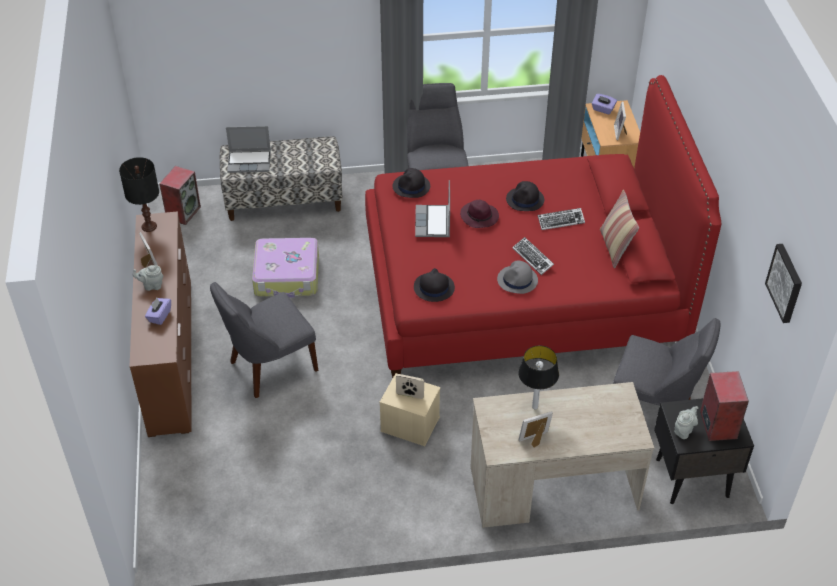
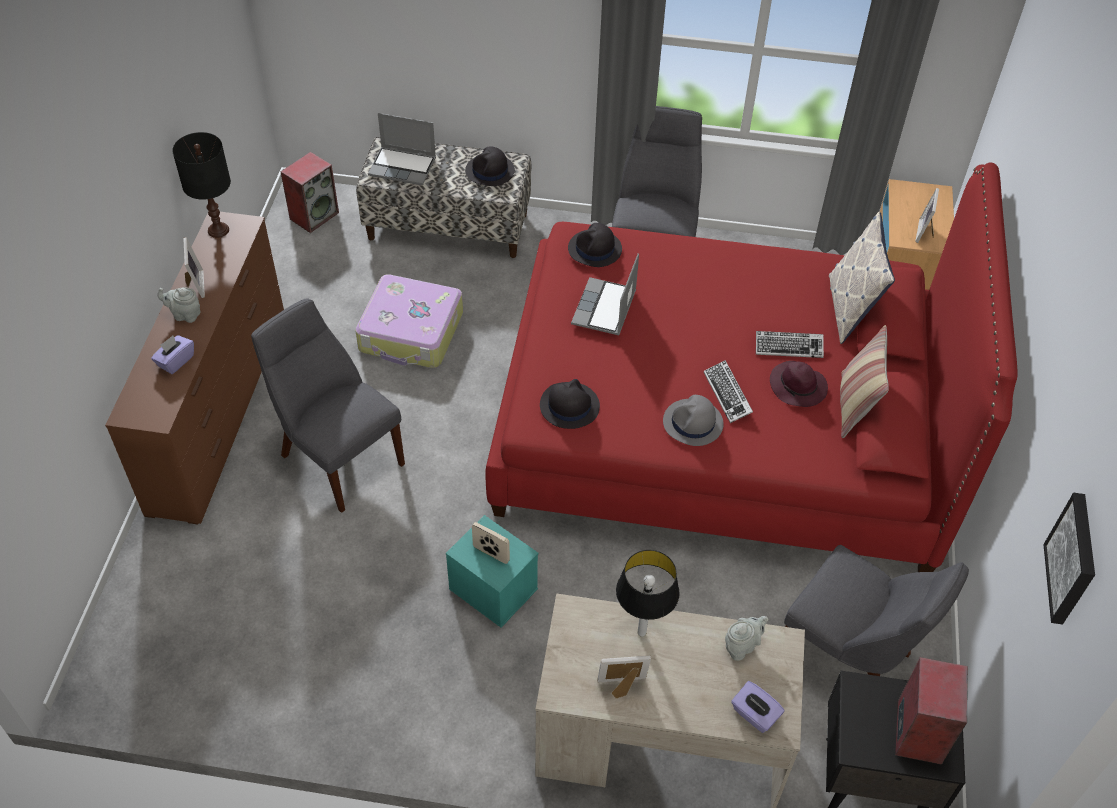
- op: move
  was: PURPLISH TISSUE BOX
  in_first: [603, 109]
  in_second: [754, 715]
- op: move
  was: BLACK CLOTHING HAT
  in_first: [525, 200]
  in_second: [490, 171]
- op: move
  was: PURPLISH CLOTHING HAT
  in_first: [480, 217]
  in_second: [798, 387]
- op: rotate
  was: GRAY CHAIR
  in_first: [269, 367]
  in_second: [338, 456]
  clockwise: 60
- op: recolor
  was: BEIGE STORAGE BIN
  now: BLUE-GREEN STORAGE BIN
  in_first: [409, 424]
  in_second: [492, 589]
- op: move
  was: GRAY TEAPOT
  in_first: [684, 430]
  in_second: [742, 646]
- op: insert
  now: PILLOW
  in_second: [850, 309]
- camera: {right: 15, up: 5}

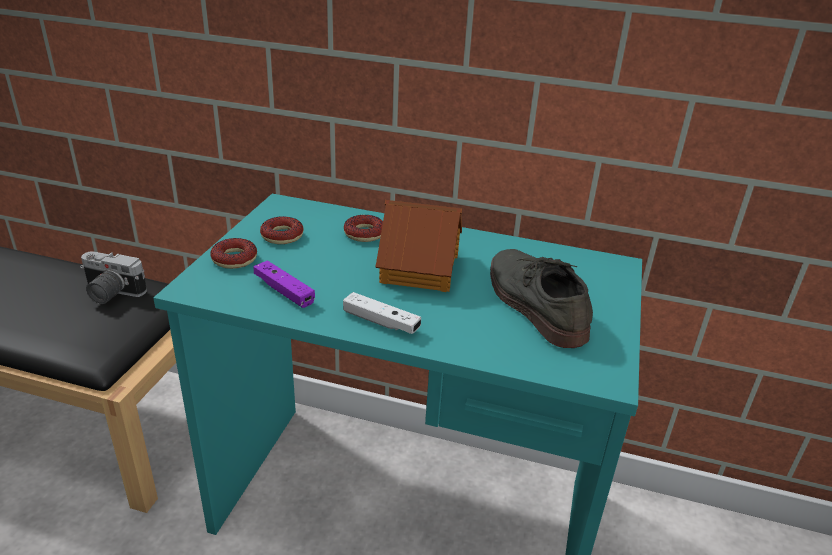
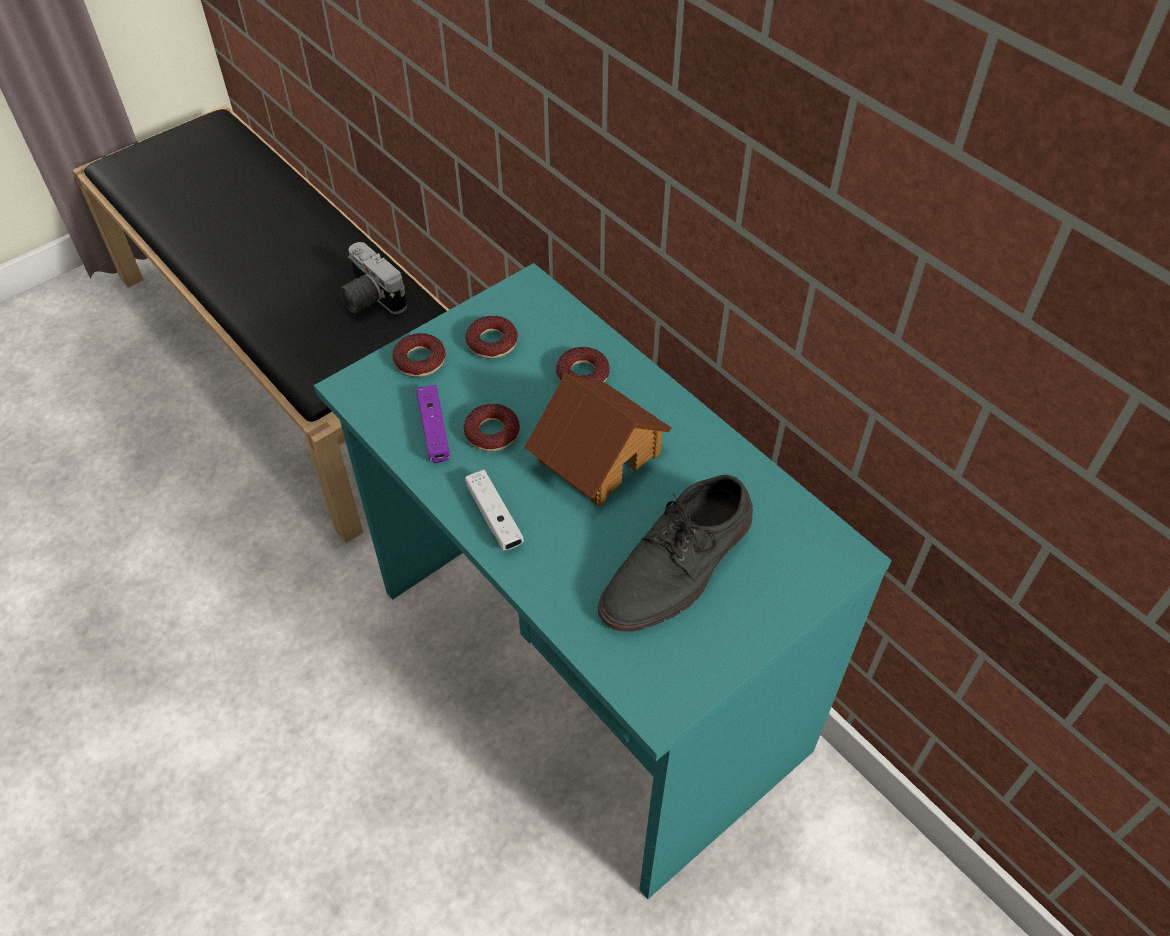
- op: rotate
  was: GRAY ITEM OF FOOTWEAR
  in_first: [533, 302]
  in_second: [679, 566]
  clockwise: -150
- op: insert
  now: DOUGHNUT
  in_second: [492, 433]
- camera: {right: 35, up: 20}

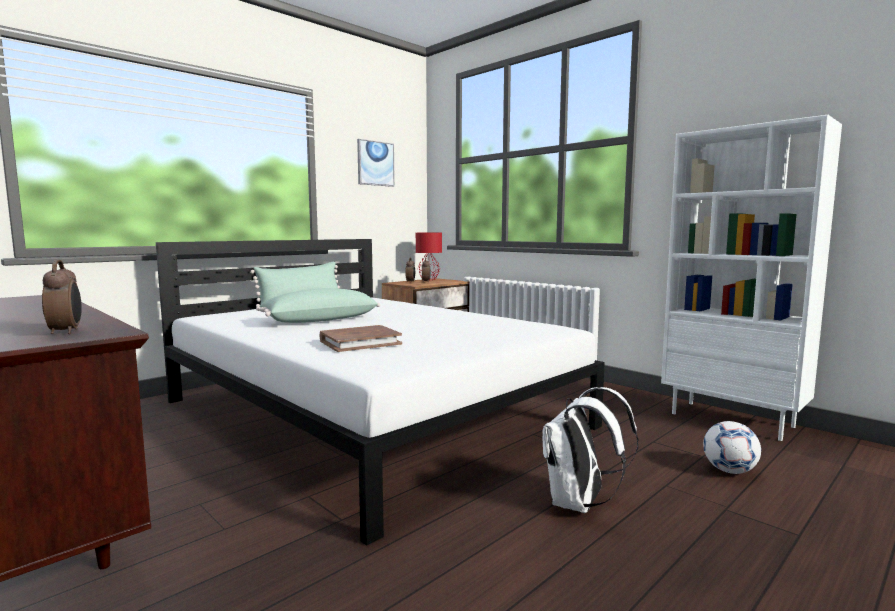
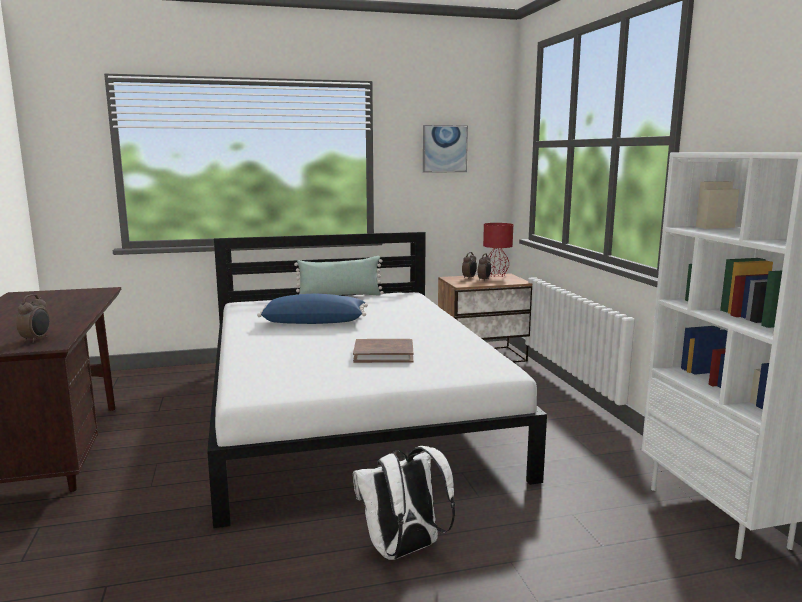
- op: recolor
  was: GREEN-COLOURED PILLOW
  now: BLUE PILLOW
  in_first: [319, 320]
  in_second: [314, 322]
- op: move
  was: BROWN-COLOURED BOOK
  in_first: [360, 342]
  in_second: [383, 354]
- op: delete
  was: FOOTBALL
  in_first: [729, 471]
- camera: {right: 30, up: 5}

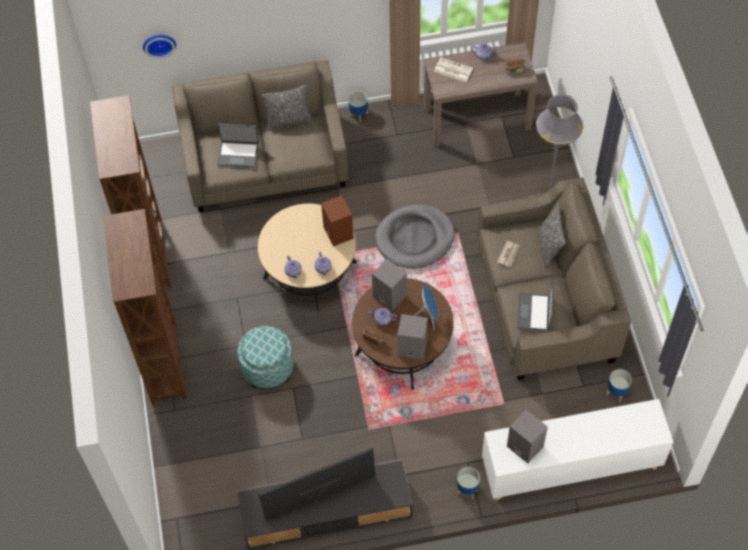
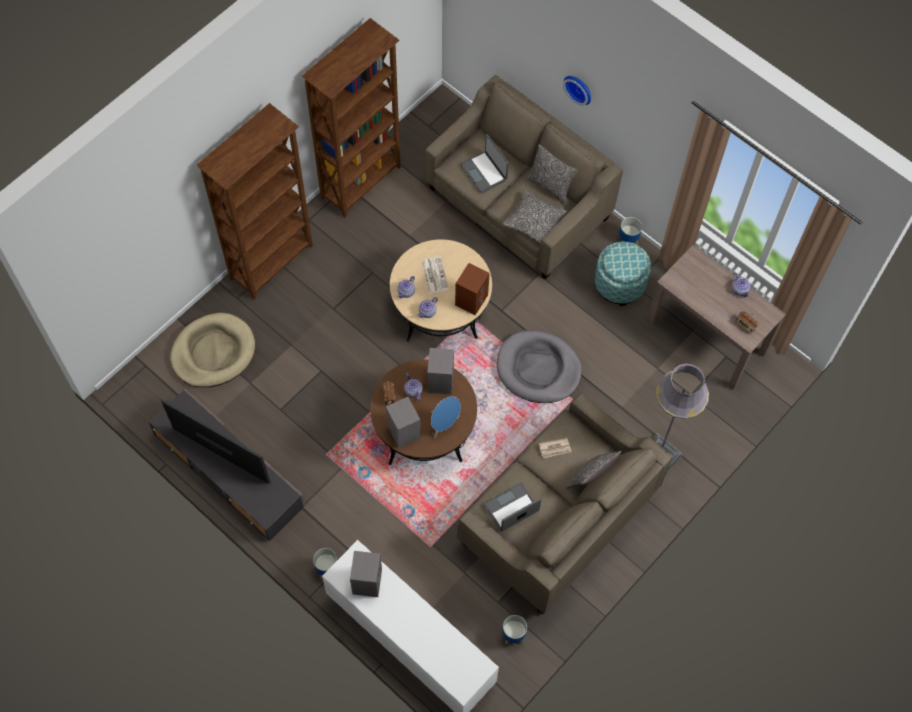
- op: move
  was: WALL CLOCK
  in_first: [159, 43]
  in_second: [579, 88]
- op: move
  was: PRINTED PAPER
  in_first: [452, 70]
  in_second: [434, 275]
- op: move
  was: FOOTREST
  in_first: [267, 367]
  in_second: [620, 283]
- op: insert
  now: PILLOW
  in_second: [534, 221]
- op: insert
  now: BEIGE DOG CUSHION
  in_second: [213, 352]
- camera: {right: 50, up: 5}

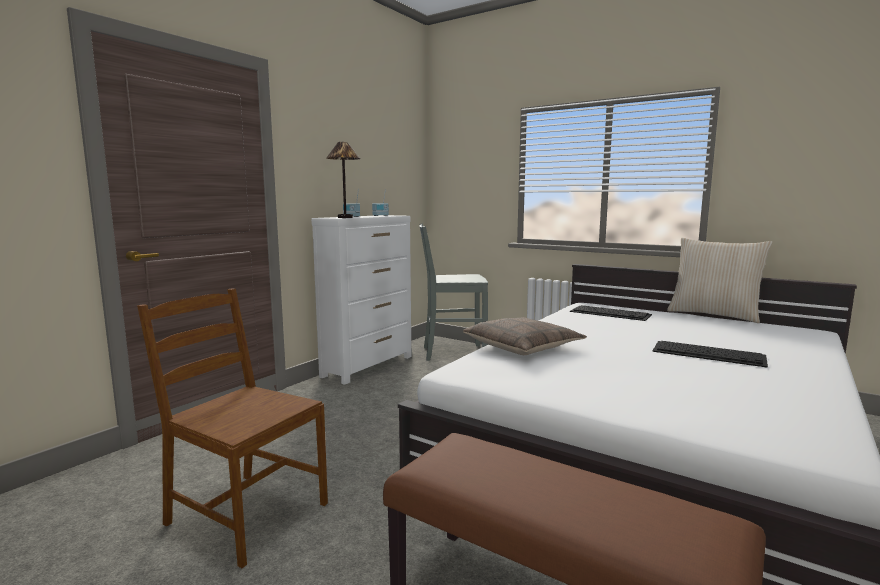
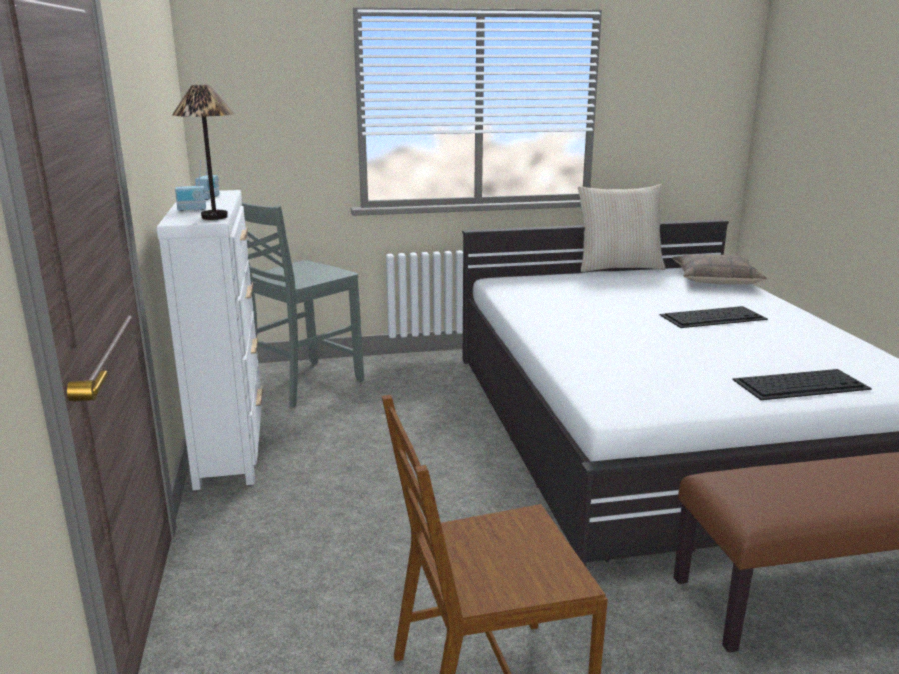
- op: move
  was: KEYBOARD
  in_first: [611, 313]
  in_second: [801, 384]
- op: move
  was: PILLOW
  in_first: [523, 347]
  in_second: [715, 279]
- camera: {right: -45, up: 10}

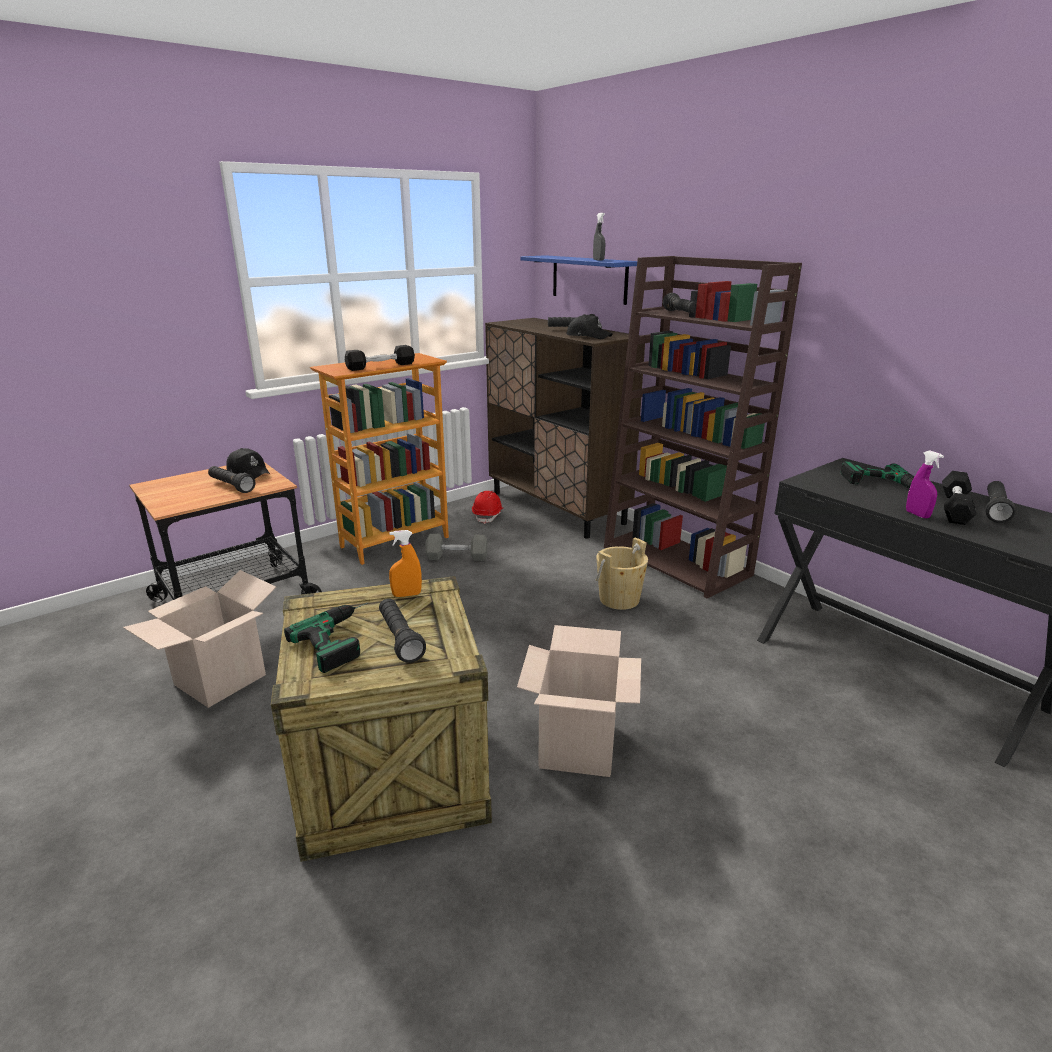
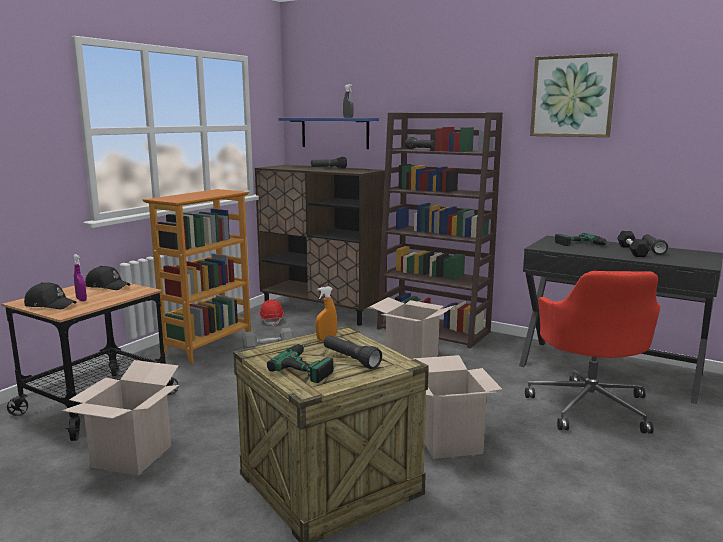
- op: move
  was: BLACK BASEBALL CAP
  in_first: [588, 336]
  in_second: [50, 305]
- op: delete
  was: BLACK FREE WEIGHT
  in_first: [380, 366]
- op: move
  was: PURPLISH HAND SPRAYER
  in_first: [917, 514]
  in_second: [81, 299]
- op: delete
  was: BLACK HAND TORCH
  in_first: [231, 486]
- op: replace
  was: BEIGE PAIL
  now: PACKING BOX
  in_first: [619, 599]
  in_second: [412, 357]
- op: insert
  now: WALL ART
  in_second: [572, 96]
- op: insert
  now: REDDISH OFFICE CHAIR
  in_second: [590, 406]
- camera: {right: -20, up: -10}

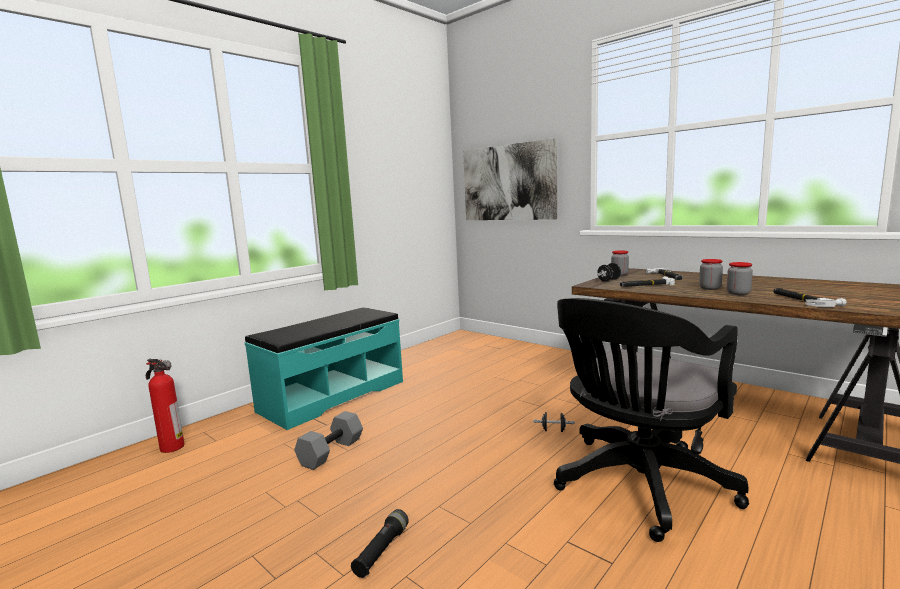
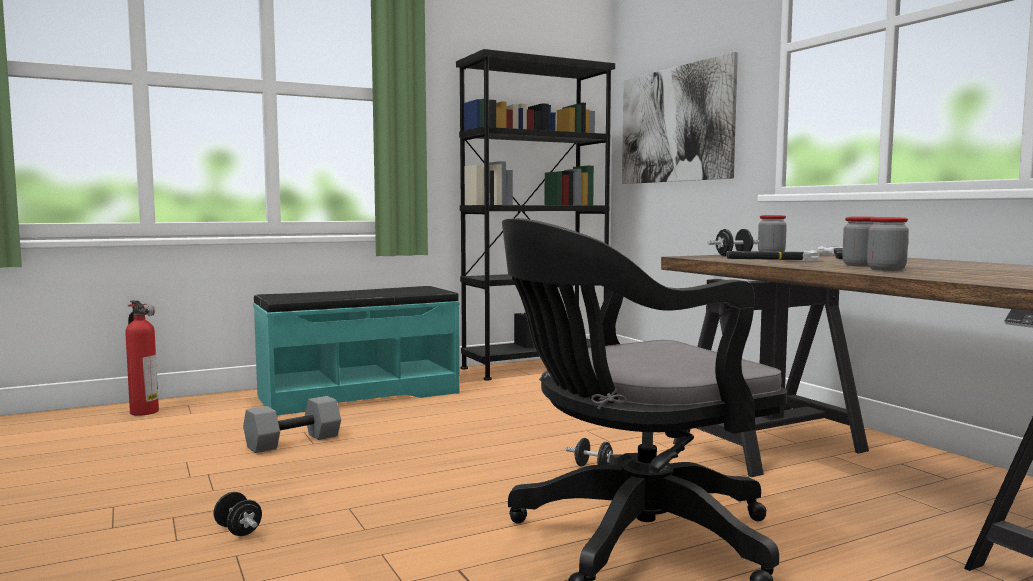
- op: delete
  was: TOOL HAMMER
  in_first: [802, 300]
- op: replace
  was: BLACK HAND TORCH
  now: BLACK FREE WEIGHT
  in_first: [381, 551]
  in_second: [238, 530]
- op: insert
  now: BLACK BOOKCASE
  in_second: [535, 367]
- camera: {right: 20, up: -5}

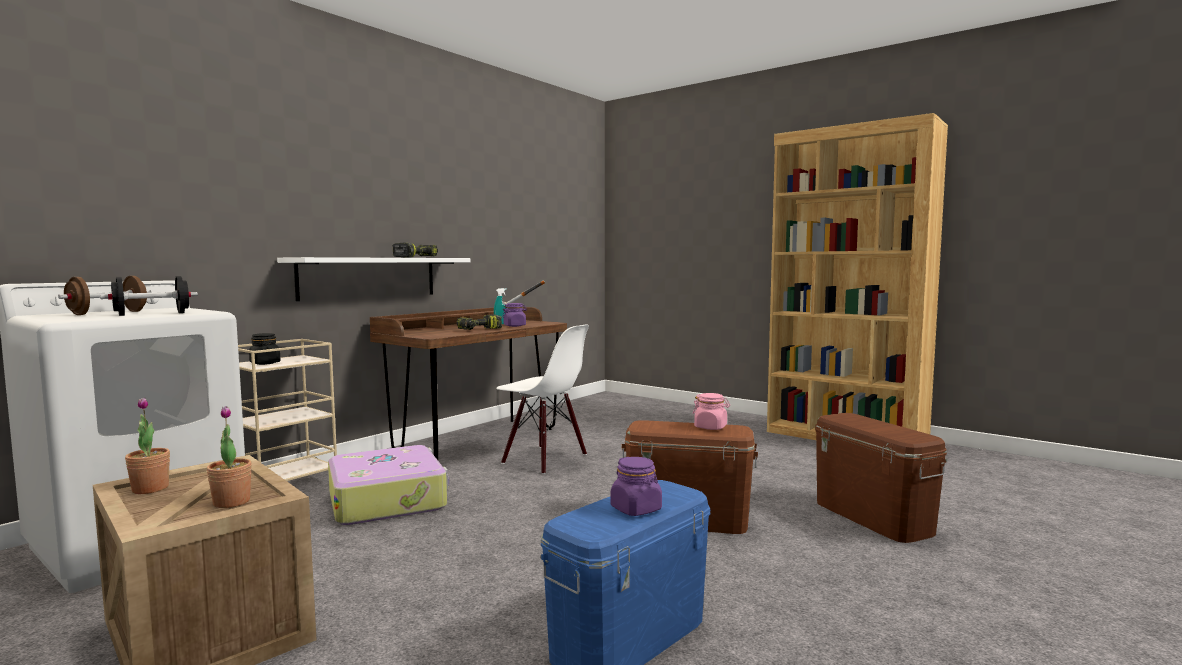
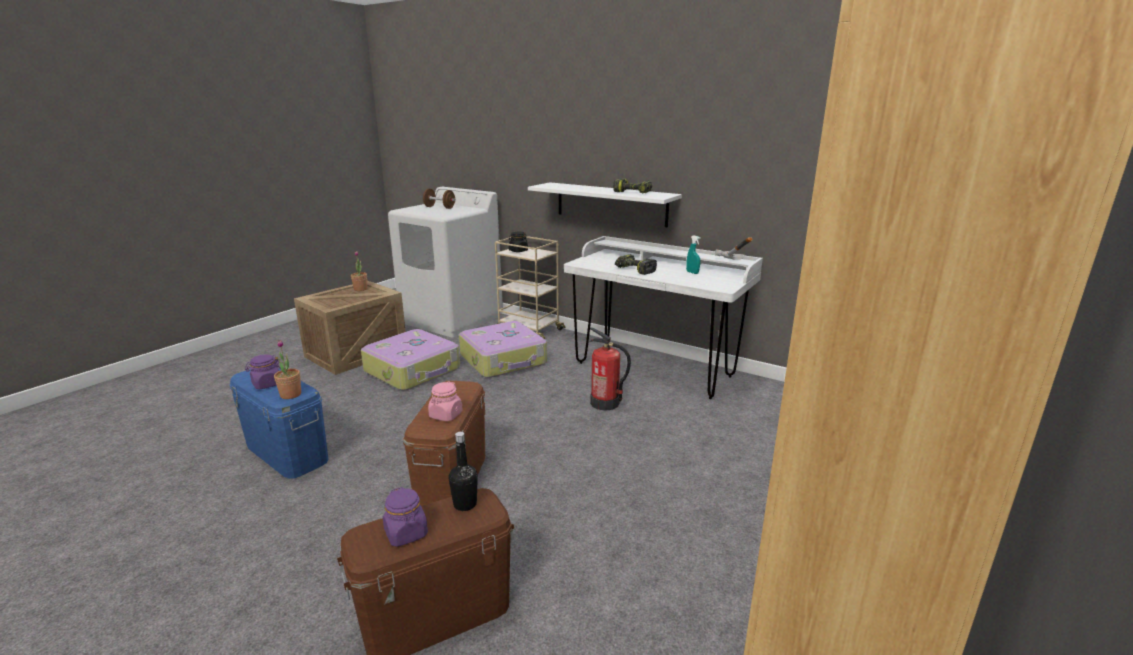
- op: delete
  was: BLACK FREE WEIGHT
  in_first: [152, 314]
- op: move
  was: PURPLISH JAR
  in_first: [515, 326]
  in_second: [406, 533]
- op: recolor
  was: BROWN-COLOURED DESK TABLE
  now: WHITISH DESK TABLE
  in_first: [477, 440]
  in_second: [654, 369]
- op: replace
  was: WHITISH CHAIR
  now: EXTINGUISHER
  in_first: [544, 459]
  in_second: [605, 403]
- op: move
  was: PLANT IN A POT
  in_first: [231, 502]
  in_second: [290, 394]
- op: insert
  now: SUITCASE
  in_second: [413, 370]
- op: insert
  now: BLACK BOTTLE
  in_second: [465, 504]
- camera: {right: 85, up: 15}

